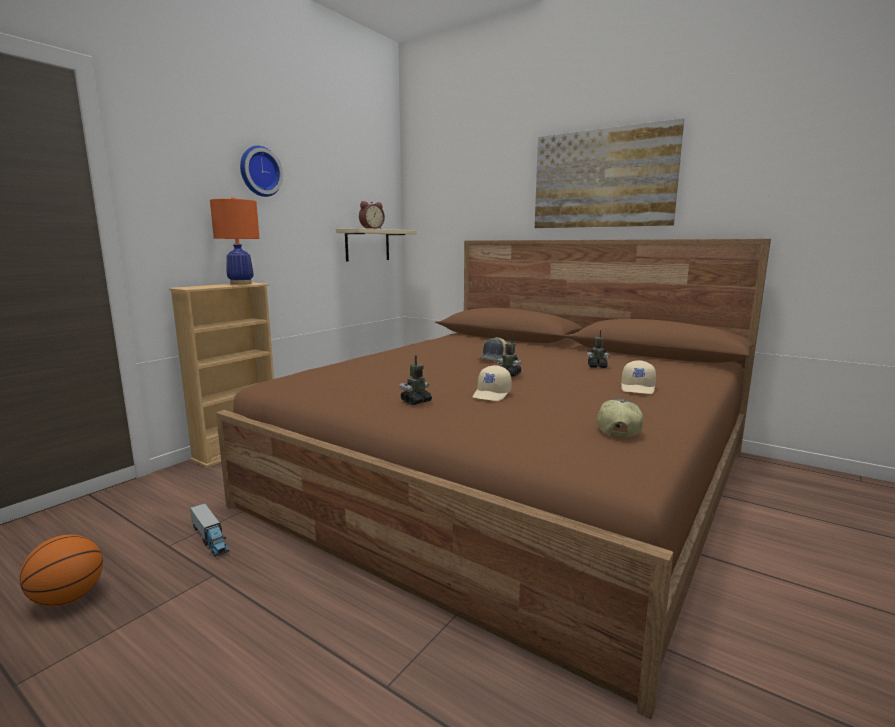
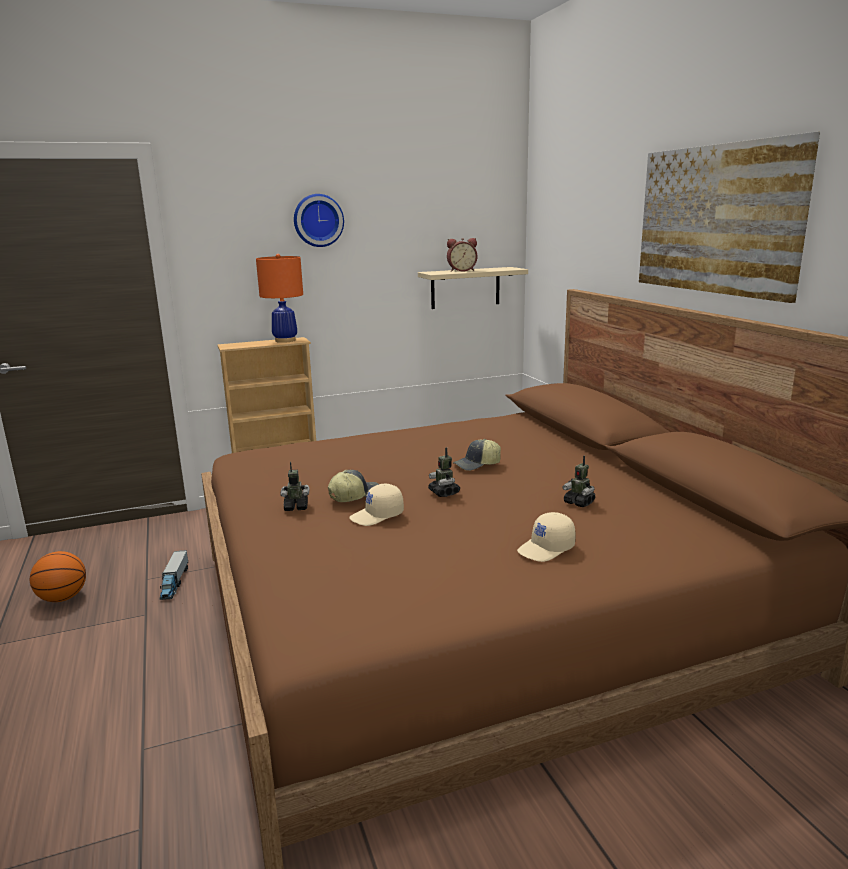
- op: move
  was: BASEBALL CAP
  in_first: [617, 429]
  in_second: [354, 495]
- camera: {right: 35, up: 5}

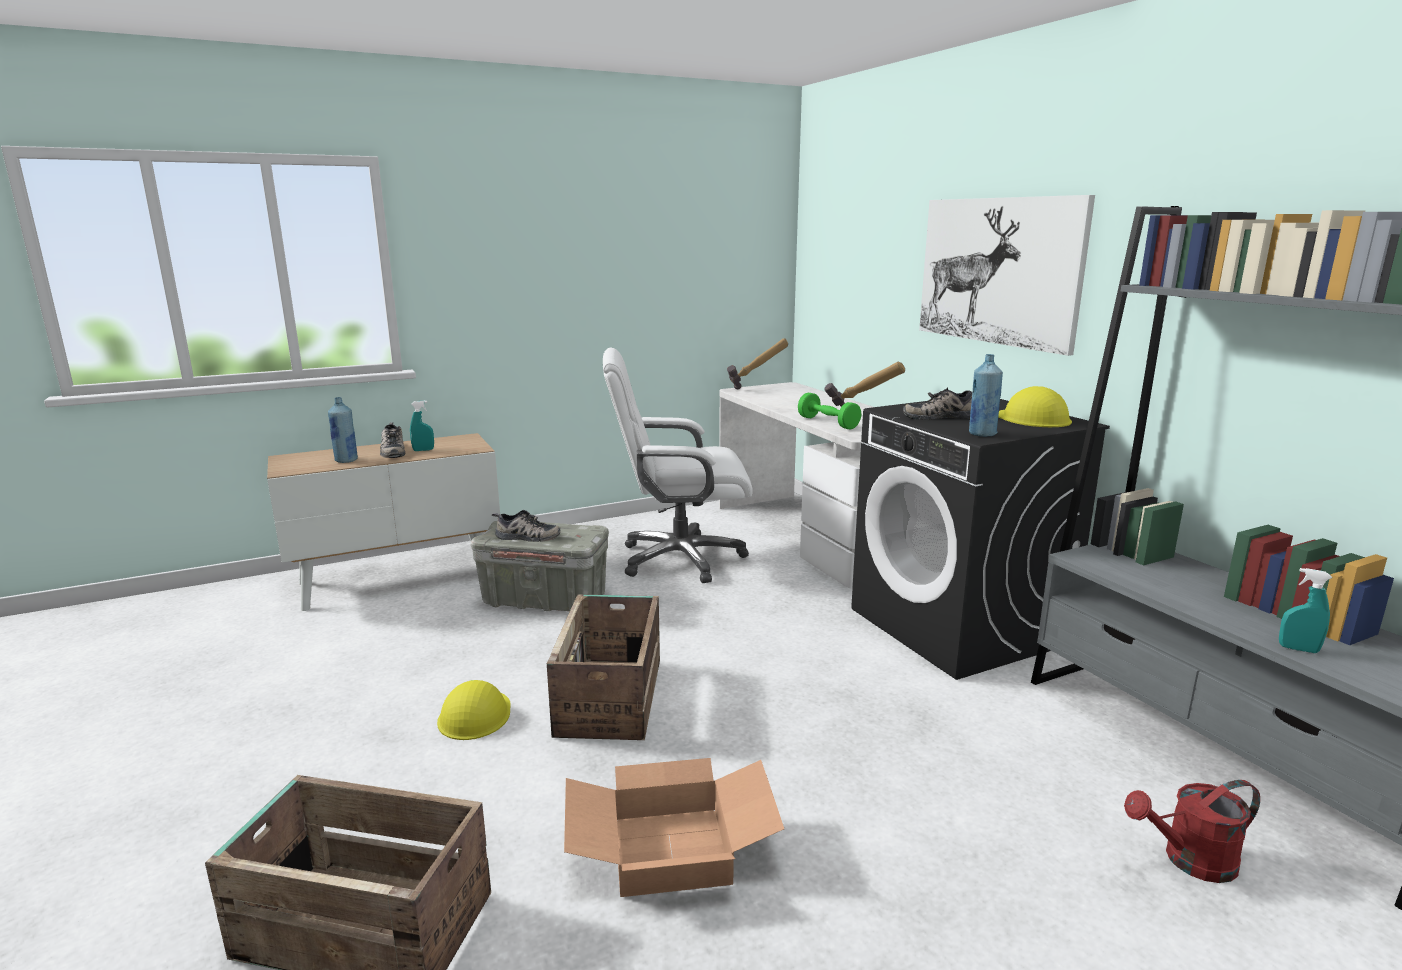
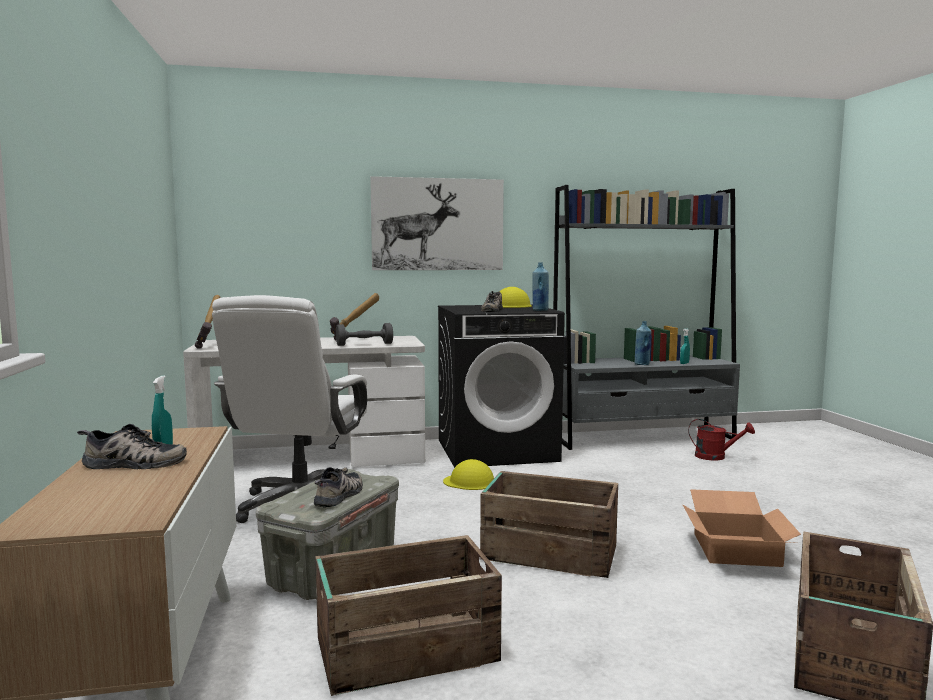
- op: recolor
  was: GREEN-COLOURED FREE WEIGHT
  now: GRAY FREE WEIGHT
  in_first: [828, 423]
  in_second: [364, 344]
- op: move
  was: BLUE BOTTLE
  in_first: [346, 460]
  in_second: [642, 364]
- op: move
  was: YELLOWISH WORK HELMET
  in_first: [475, 715]
  in_second: [470, 482]
- op: rotate
  was: REDDISH SPRINKLING CAN
  in_first: [1189, 861]
  in_second: [716, 457]
  clockwise: -75
- op: insert
  now: PACKING CRATE
  in_second: [403, 650]
- camera: {right: -75, up: -10}

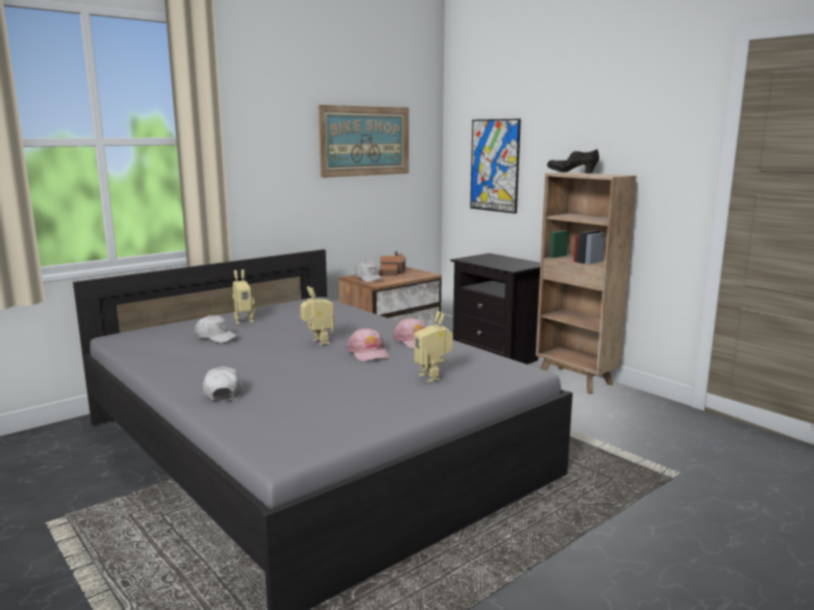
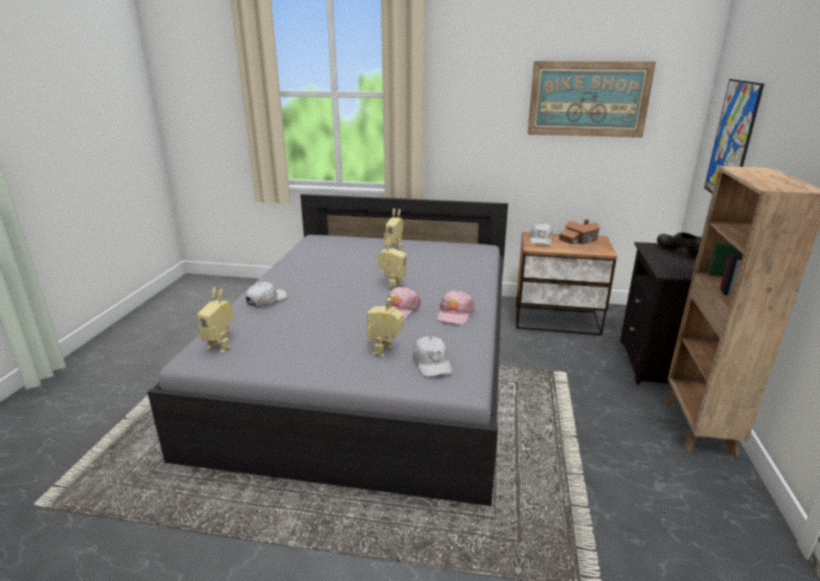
- op: move
  was: BLACK ITEM OF FOOTWEAR
  in_first: [572, 173]
  in_second: [677, 252]
- op: move
  was: WHITISH BASEBALL CAP
  in_first: [216, 337]
  in_second: [432, 363]
- op: insert
  now: MODEL ROBOT
  in_second: [221, 346]
- camera: {right: 50, up: 10}

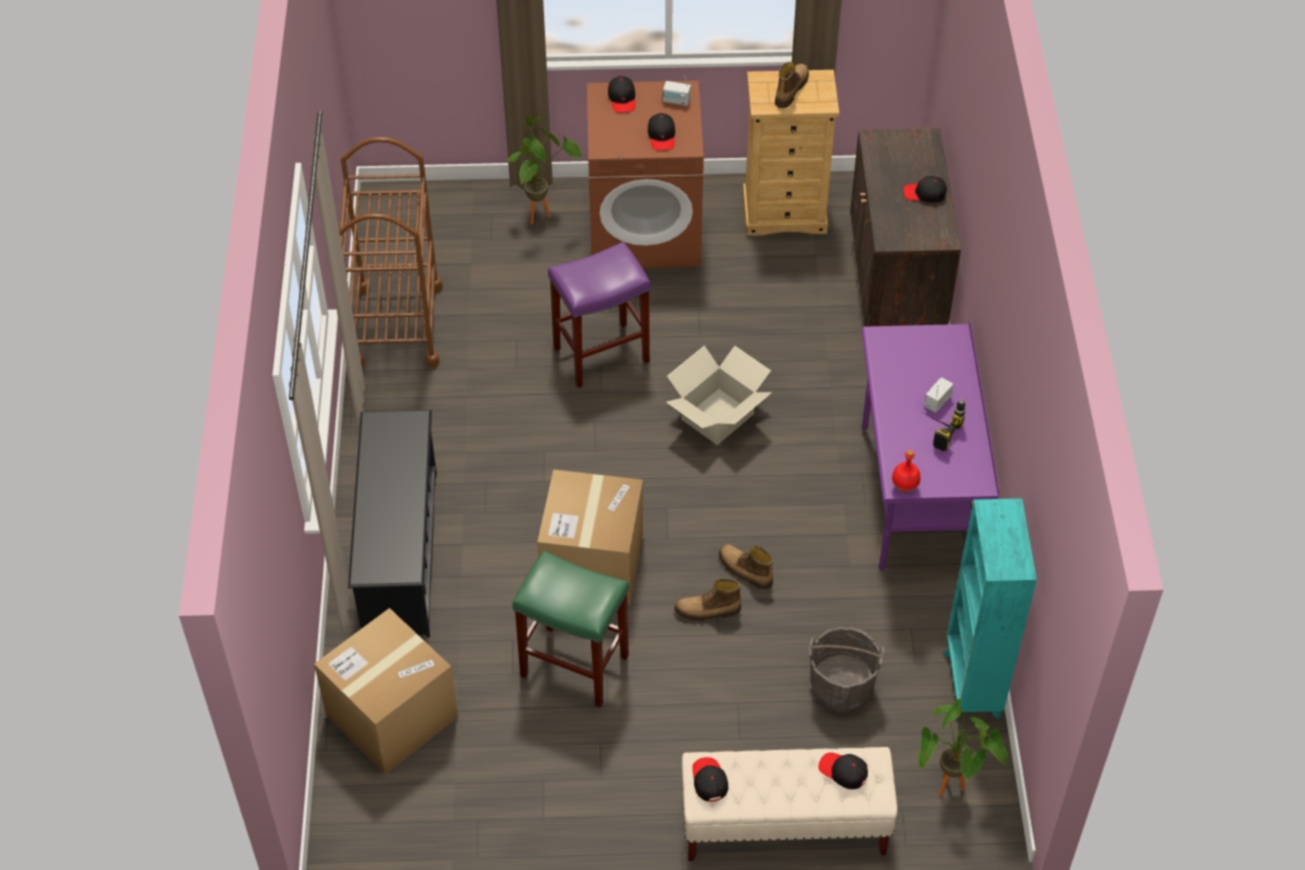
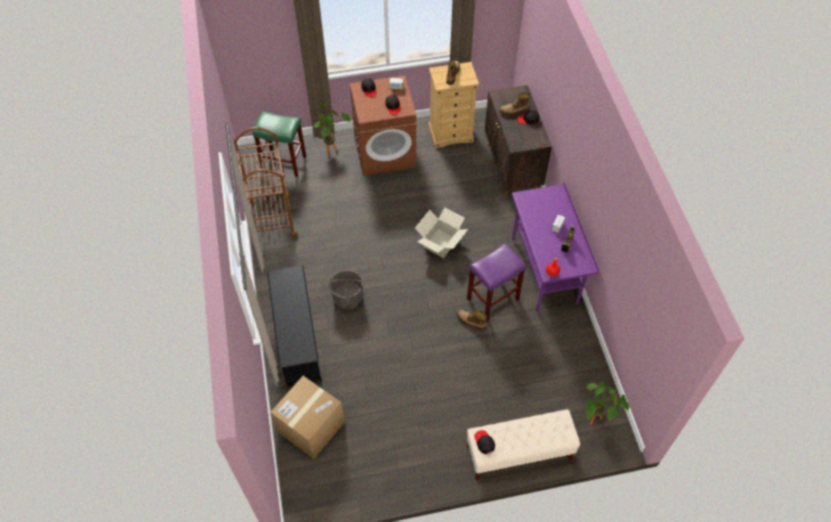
- op: move
  was: PURPLISH STOOL SEAT
  in_first: [602, 353]
  in_second: [493, 298]
- op: delete
  was: PACKING BOX
  in_first: [592, 563]
- op: delete
  was: BLUE-GREEN BOOKCASE
  in_first: [971, 686]
- op: move
  was: GREEN-COLOURED STOOL SEAT
  in_first: [576, 666]
  in_second: [284, 162]
- op: move
  was: BOOT
  in_first: [707, 611]
  in_second: [513, 111]
- op: move
  was: GRAY PAIL
  in_first: [841, 687]
  in_second: [348, 297]
- op: delete
  was: BLACK BASEBALL CAP
  in_first: [843, 772]
- camera: {right: -10, up: 5}

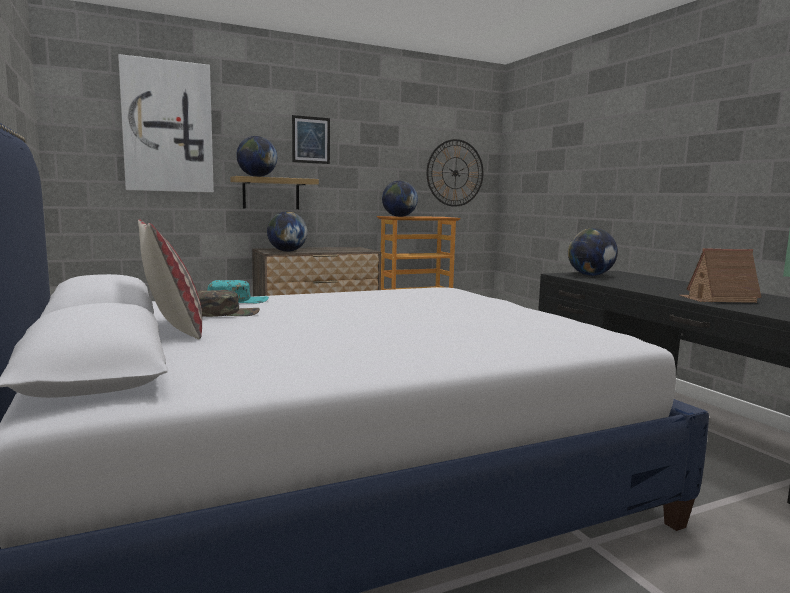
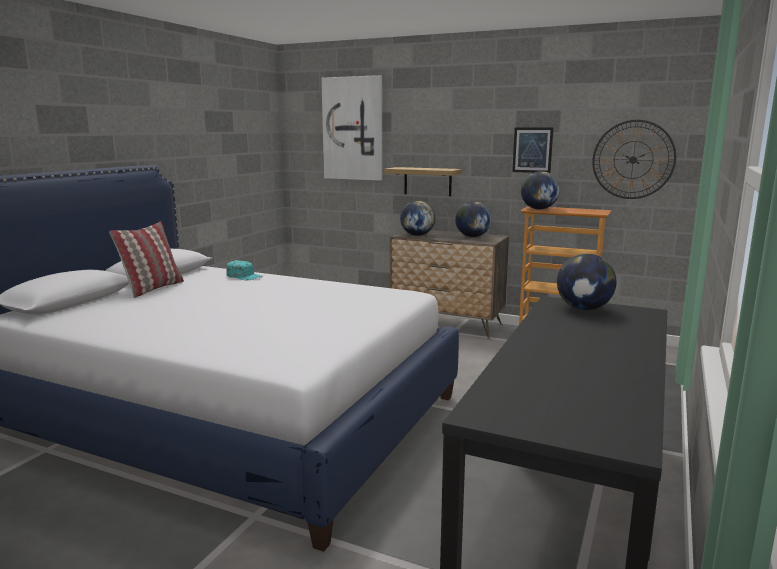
- op: move
  was: WALL ART
  in_first: [311, 140]
  in_second: [532, 150]
- op: move
  was: DESK GLOBE
  in_first: [257, 176]
  in_second: [472, 236]
- op: delete
  was: MINIATURE HOUSE
  in_first: [718, 299]
- op: delete
  was: GREEN-COLOURED BASEBALL CAP
  in_first: [225, 313]
- camera: {right: 50, up: 5}

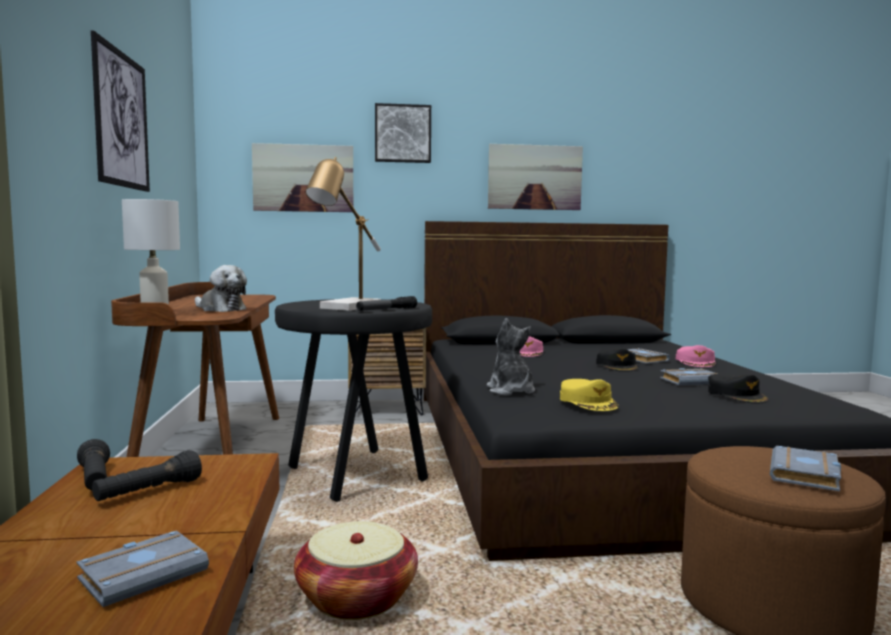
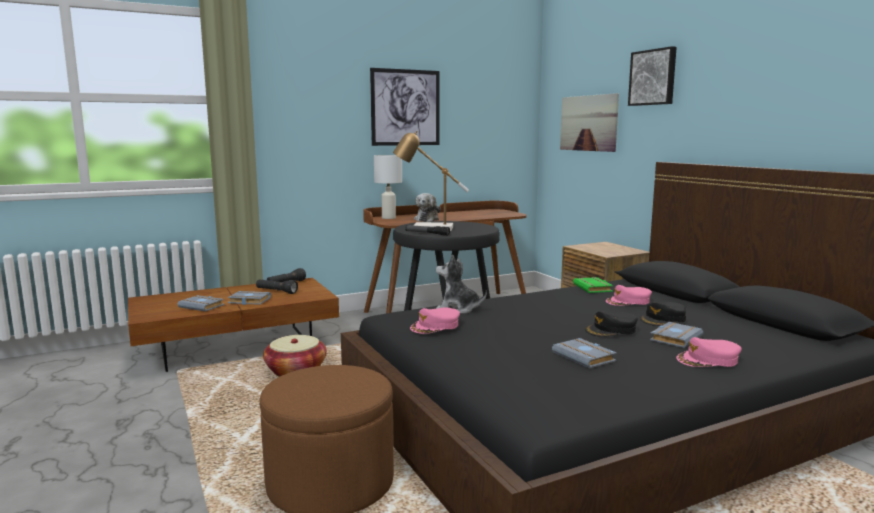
- op: delete
  was: WALL ART
  in_first: [534, 177]
- op: rotate
  was: PLUSH TOY
  in_first: [510, 391]
  in_second: [458, 309]
  clockwise: -120
- op: move
  was: BLACK BASEBALL CAP
  in_first: [737, 395]
  in_second: [663, 319]
- op: recolor
  was: YELLOWISH BASEBALL CAP
  now: PINKISH BASEBALL CAP
  in_first: [588, 402]
  in_second: [435, 326]
- op: move
  was: GRAY BOOK
  in_first: [807, 475]
  in_second: [248, 301]
- op: insert
  now: GREEN-COLOURED BOOK
  in_second: [594, 288]
- camera: {right: 70, up: 5}

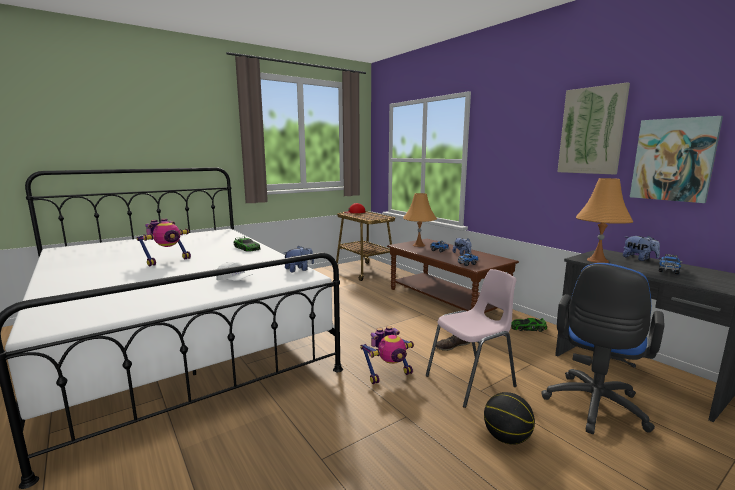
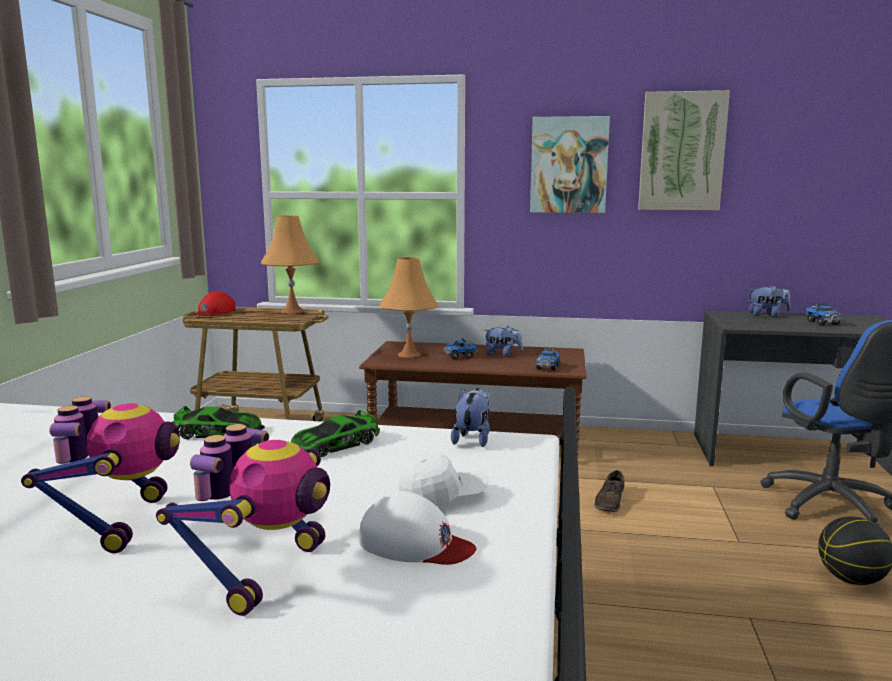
- op: move
  was: WALL ART
  in_first: [673, 160]
  in_second: [569, 165]
- op: move
  was: ORANGE-COLOURED LAMP FOR A TABLE
  in_first: [597, 260]
  in_second: [292, 311]
- op: delete
  was: PINKISH CHAIR
  in_first: [471, 382]
- op: move
  was: TOY CAR
  in_first: [527, 328]
  in_second: [334, 445]
- op: move
  was: MODEL ROBOT
  in_first: [388, 374]
  in_second: [264, 572]
- op: insert
  now: WHITISH BASEBALL CAP
  in_second: [414, 543]
- camera: {right: -45, up: 0}

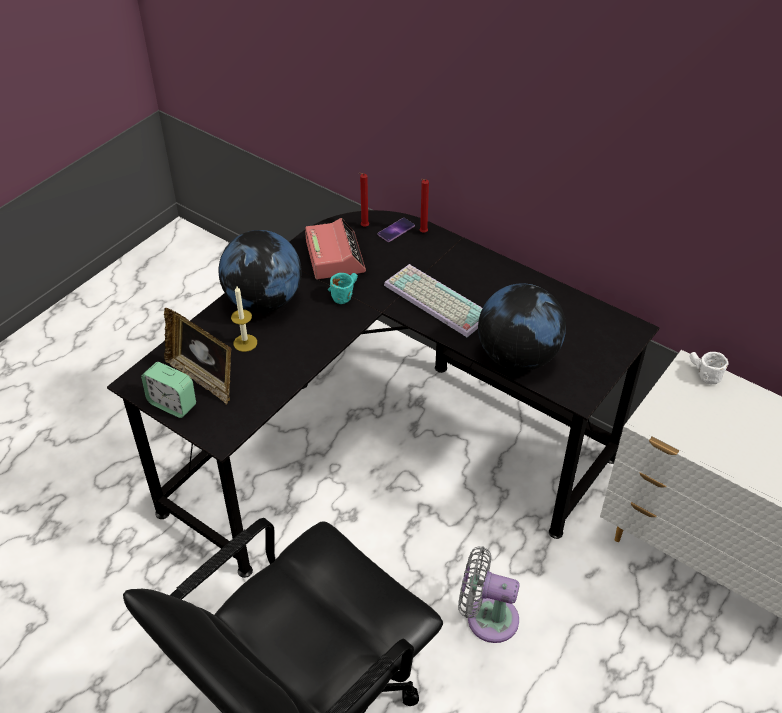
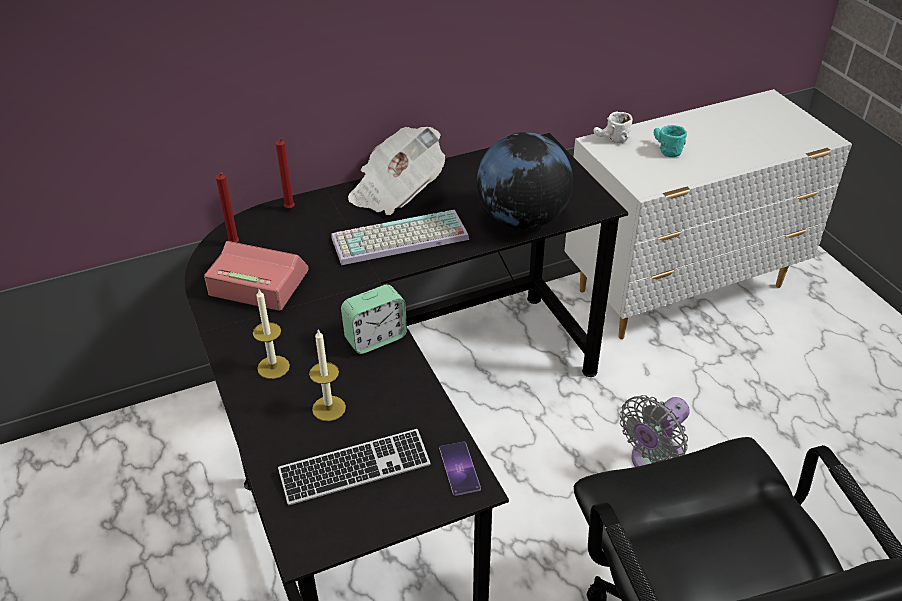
- op: move
  was: HANDSET
  in_first: [396, 230]
  in_second: [459, 468]
- op: replace
  was: DESK GLOBE
  now: CANDLE
  in_first: [264, 301]
  in_second: [273, 367]
- op: move
  was: BLUE-GREEN COFFEE MUG
  in_first: [344, 293]
  in_second: [664, 149]
- op: replace
  was: STANDING FRAME
  now: KEYBOARD
  in_first: [203, 377]
  in_second: [355, 469]
- op: move
  was: ALARM CLOCK
  in_first: [172, 404]
  in_second: [375, 338]
- op: insert
  now: PRINTED PAPER
  in_second: [396, 192]
- camera: {right: -60, up: -5}

